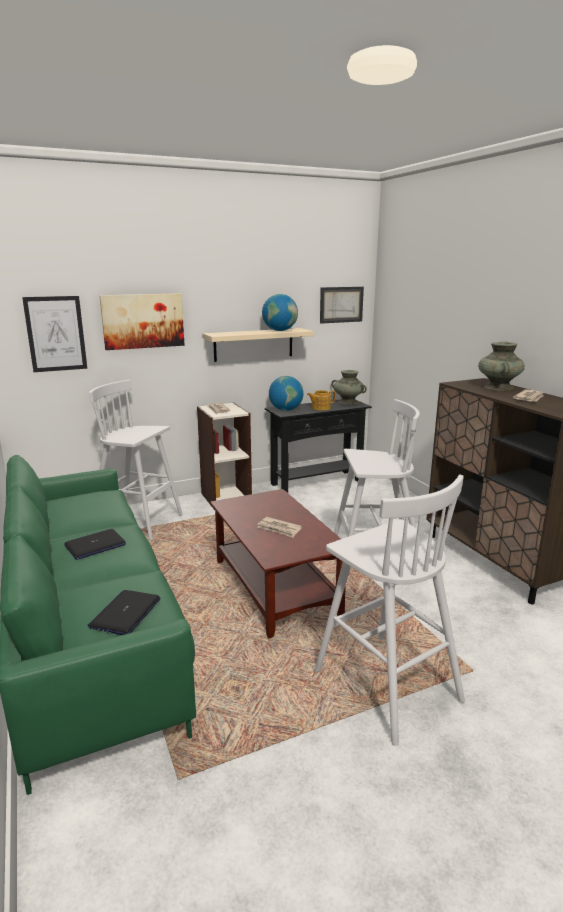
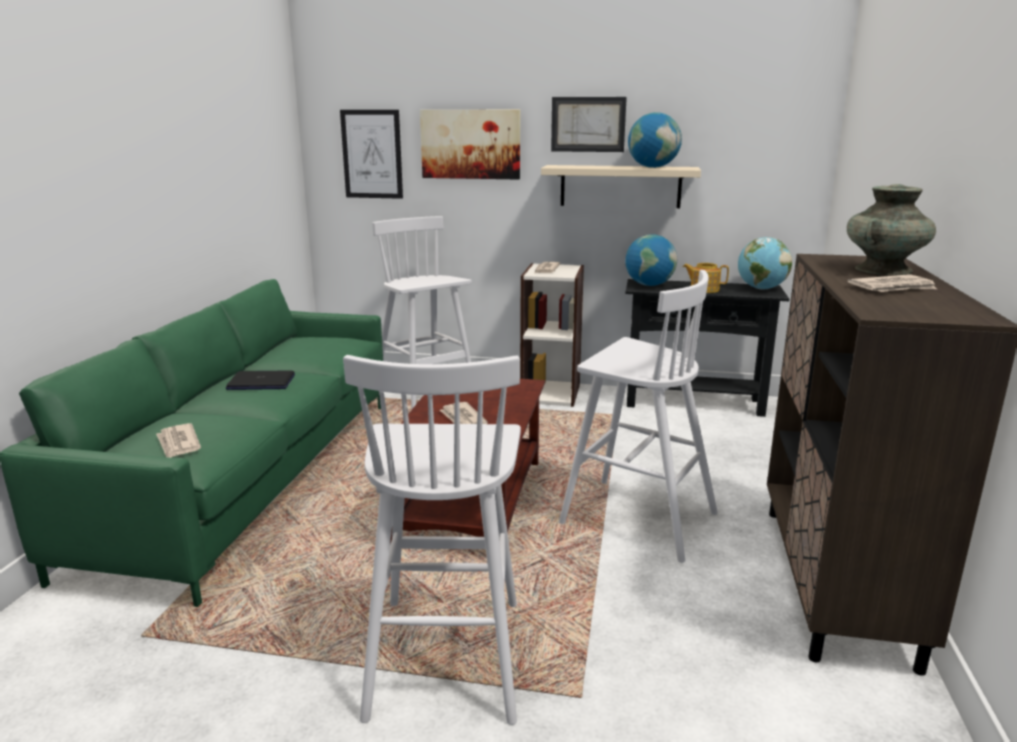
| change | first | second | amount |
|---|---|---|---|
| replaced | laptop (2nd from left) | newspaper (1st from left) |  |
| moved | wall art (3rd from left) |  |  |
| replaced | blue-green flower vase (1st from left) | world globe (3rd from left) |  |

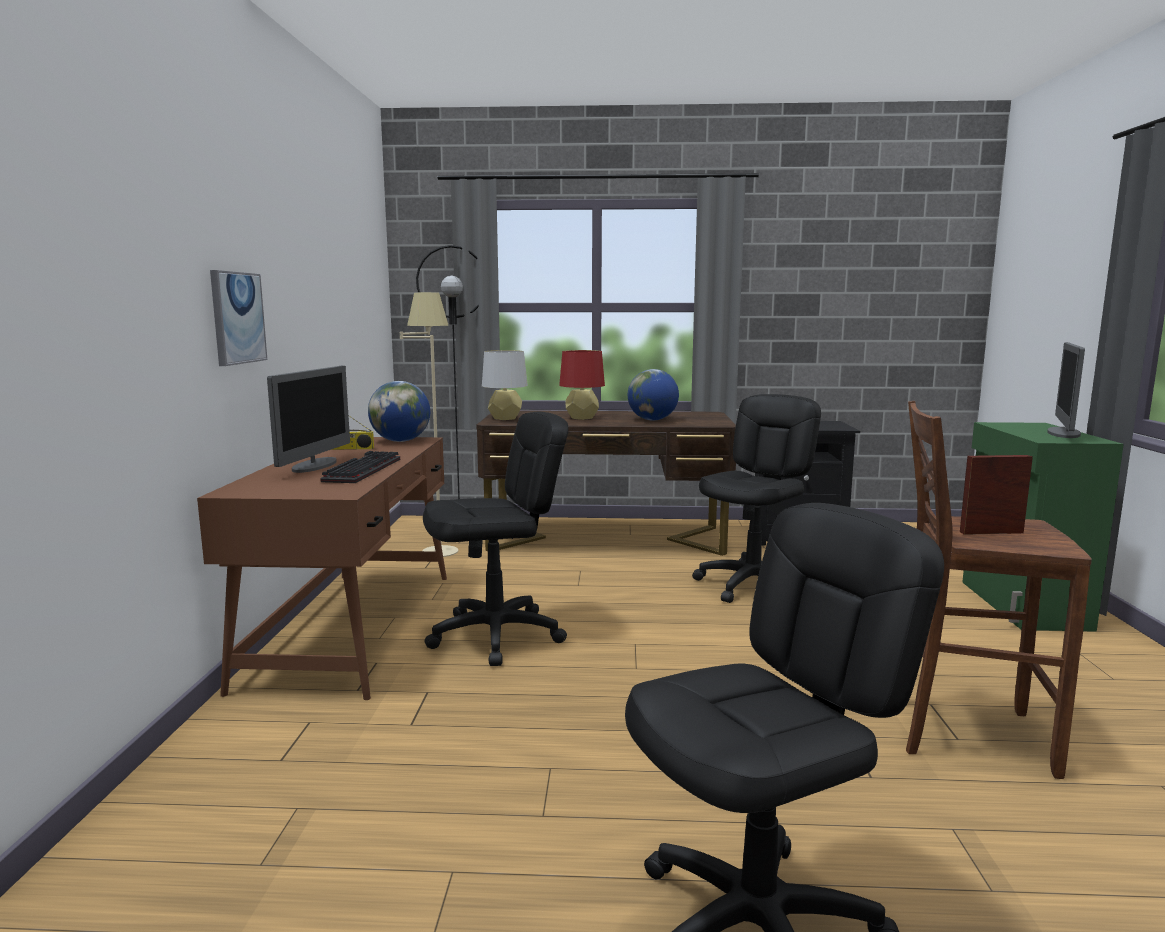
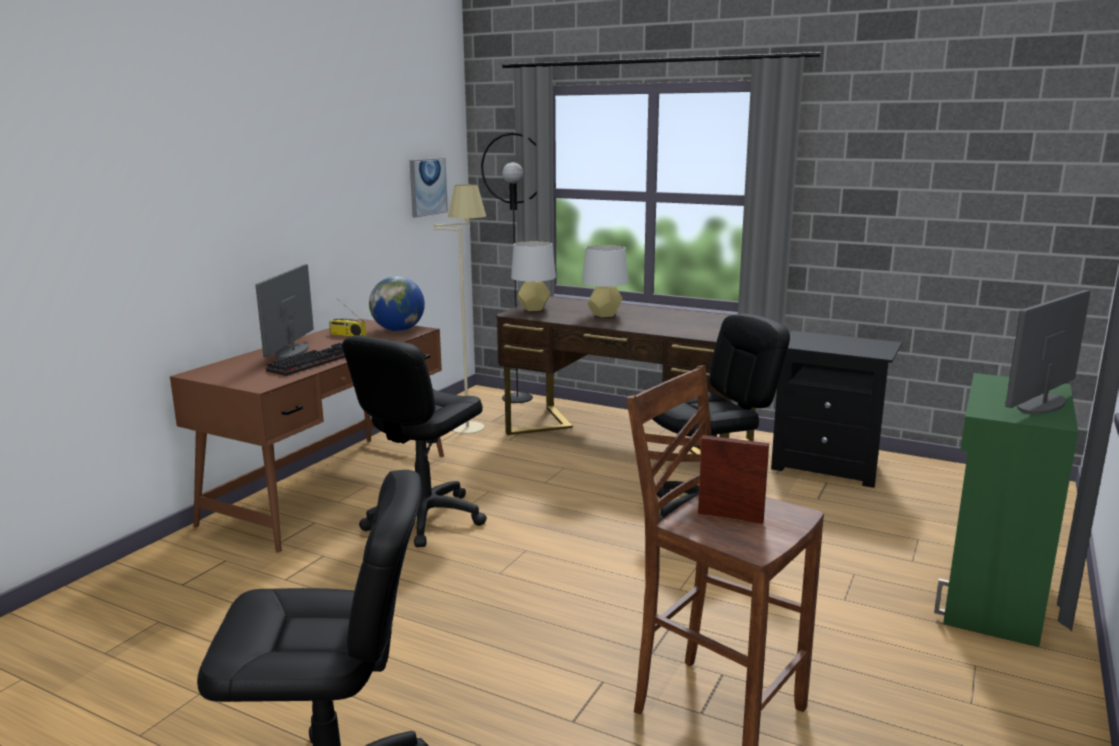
| change | first | second | amount |
|---|---|---|---|
| moved | wall art |  |  |
| turned | computer display (1st from left) |  | 150 degrees clockwise |
| turned | black-coloured office chair (1st from left in the first image) | black-coloured office chair (2nd from left) | 120 degrees clockwise |
| recoloured | reddish lamp for a table | gray lamp for a table (2nd from left) |  |
| removed | world globe (2nd from left) |  |  |

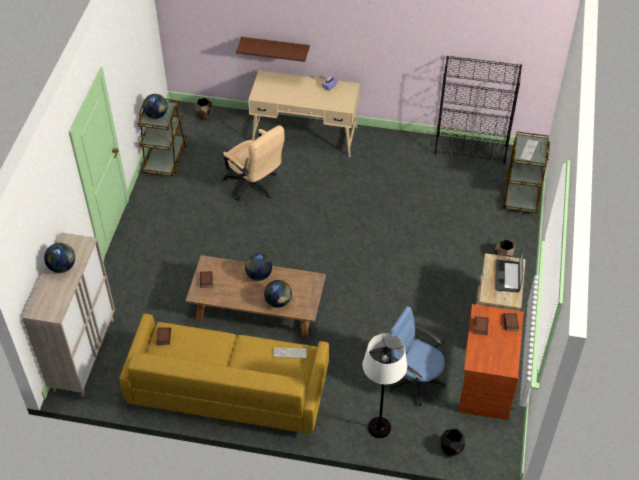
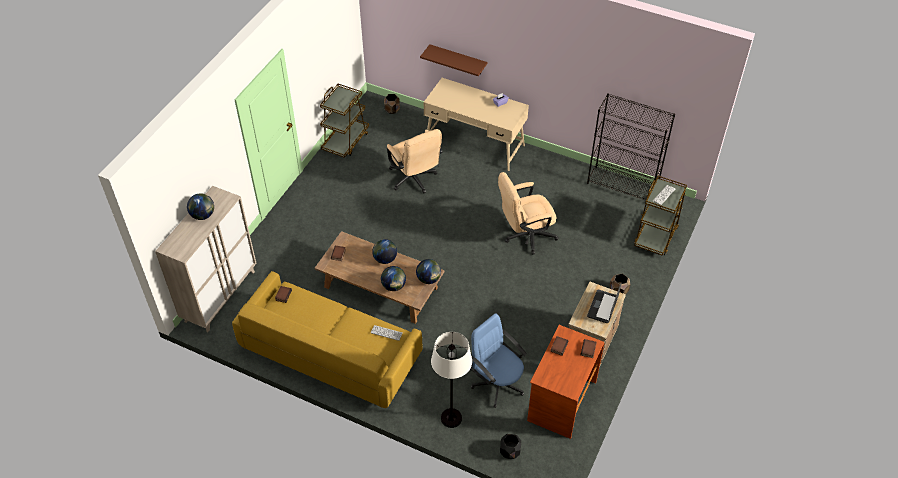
| change | first | second | amount |
|---|---|---|---|
| moved | world globe (2nd from left in the first image) | world globe (4th from left) |  |
| added |  | sand-coloured office chair (2nd from left) |  |

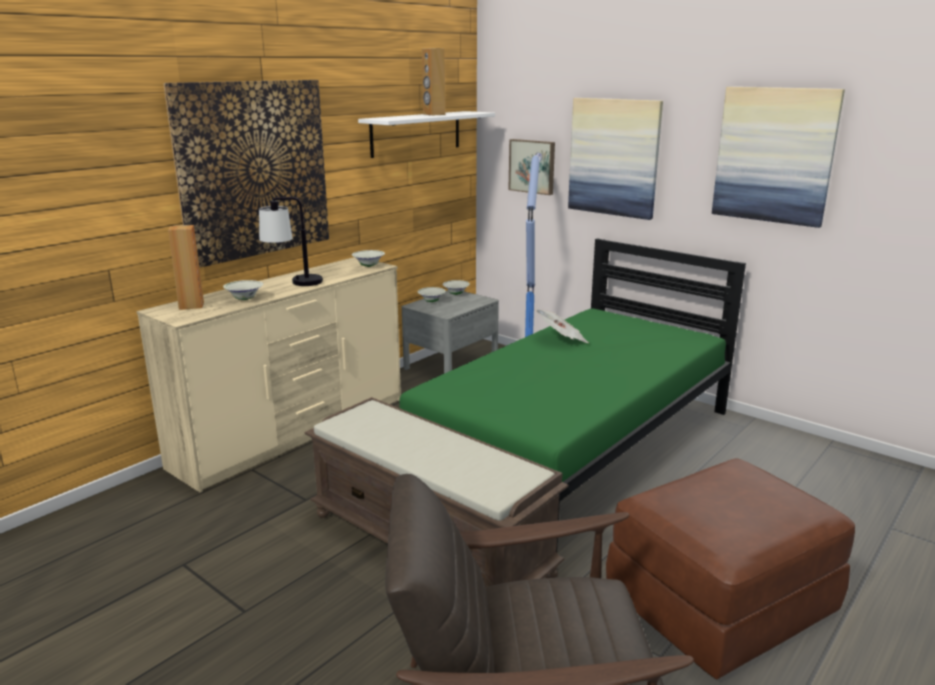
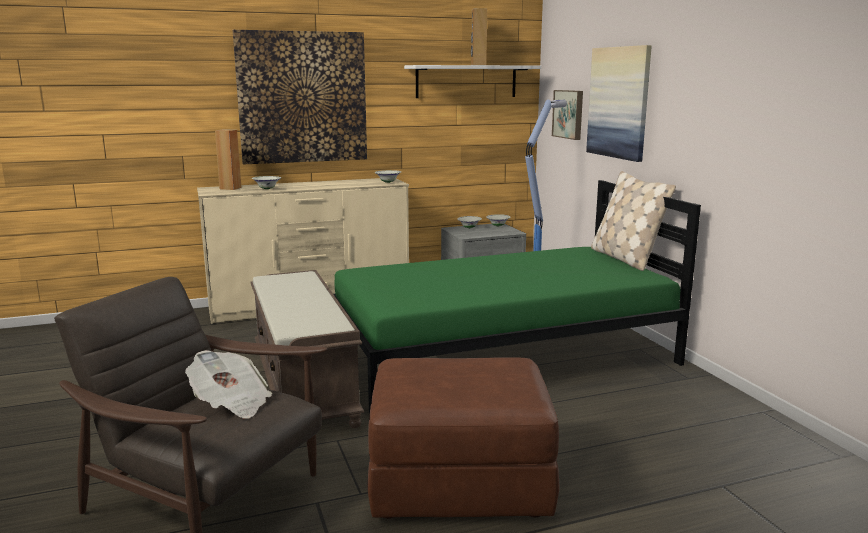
| change | first | second | amount |
|---|---|---|---|
| removed | lamp for a table |  |  |
| moved | newspaper |  |  |
| removed | wall art (4th from left) |  |  |
| added |  | sand-coloured pillow |  |

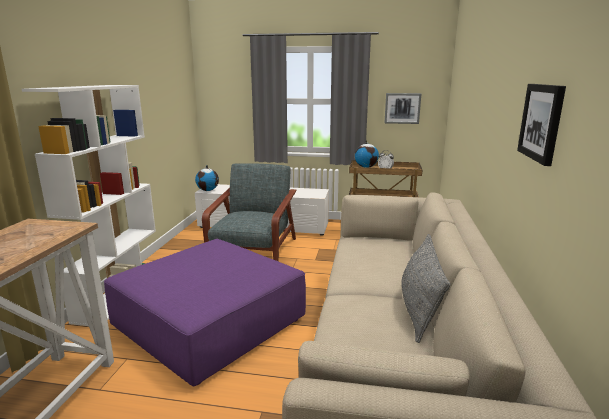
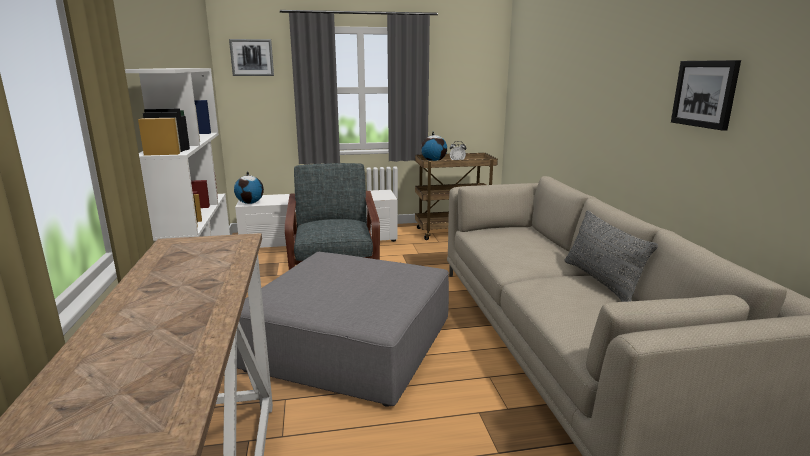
| change | first | second | amount |
|---|---|---|---|
| recoloured | purple-coloured footrest | gray footrest |  |
| moved | wall art (1st from left) |  |  |

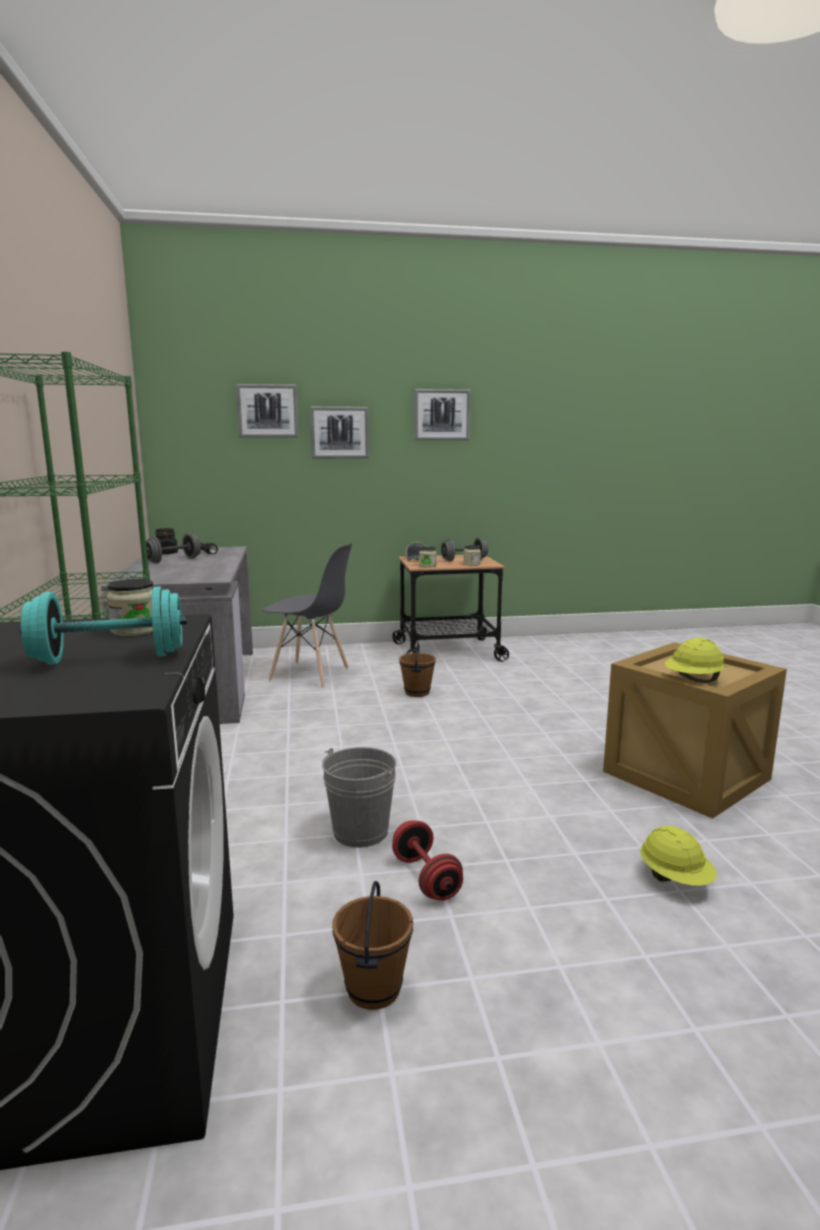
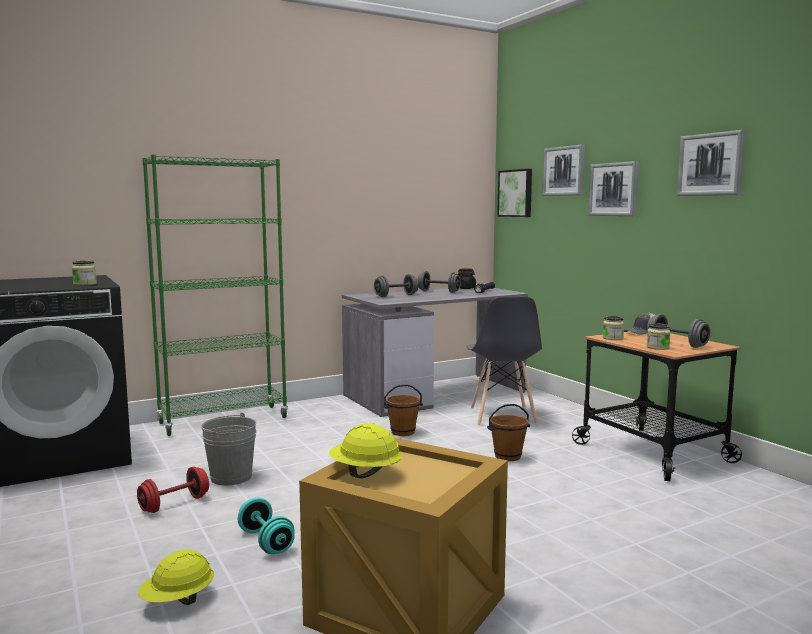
| change | first | second | amount |
|---|---|---|---|
| moved | blue-green dumbbell |  |  |
| moved | brown bucket (1st from left) |  |  |
| added |  | gray dumbbell (1st from left) |  |
| added |  | wall art (1st from left) |  |

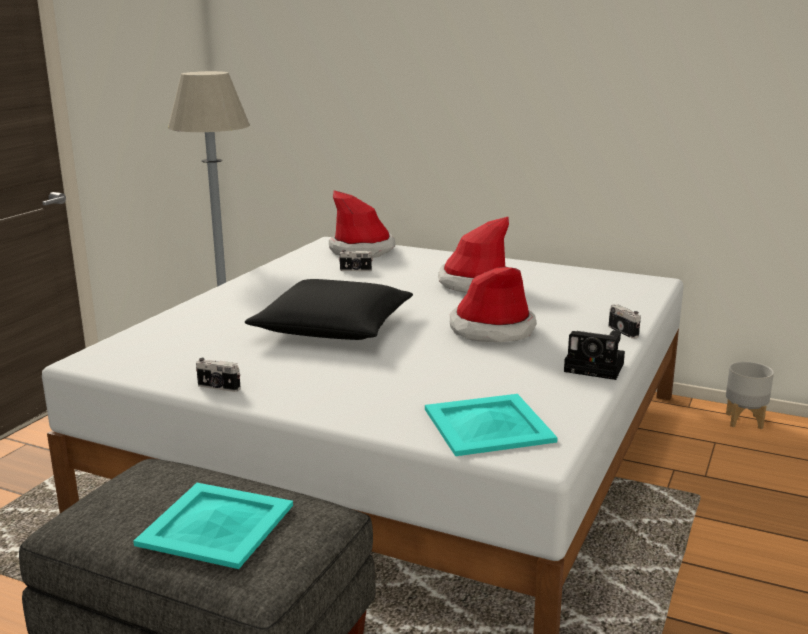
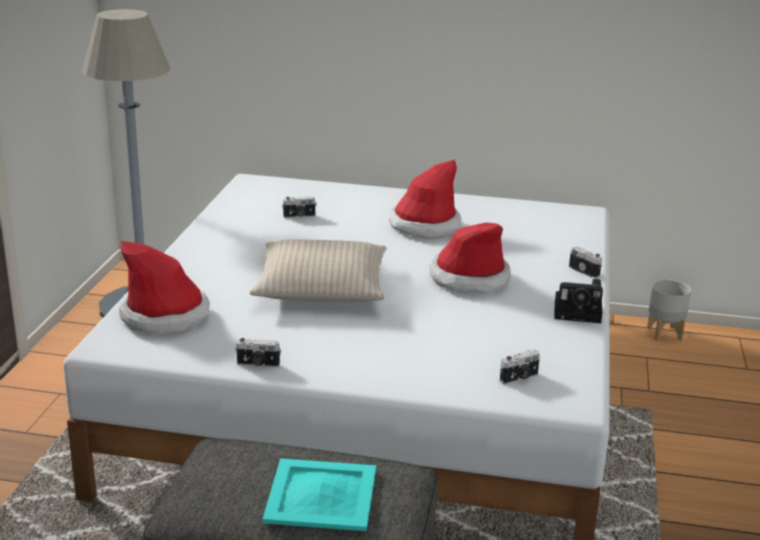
| change | first | second | amount |
|---|---|---|---|
| recoloured | black-coloured pillow | sand-coloured pillow |  |
| moved | clothing hat (1st from left) |  |  |
| replaced | blue-green carrying tray (2nd from left) | still camera (3rd from left) |  |

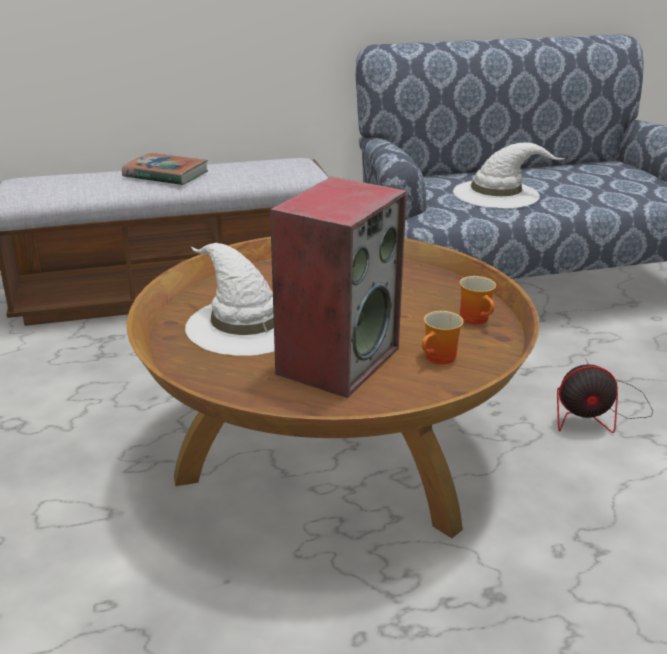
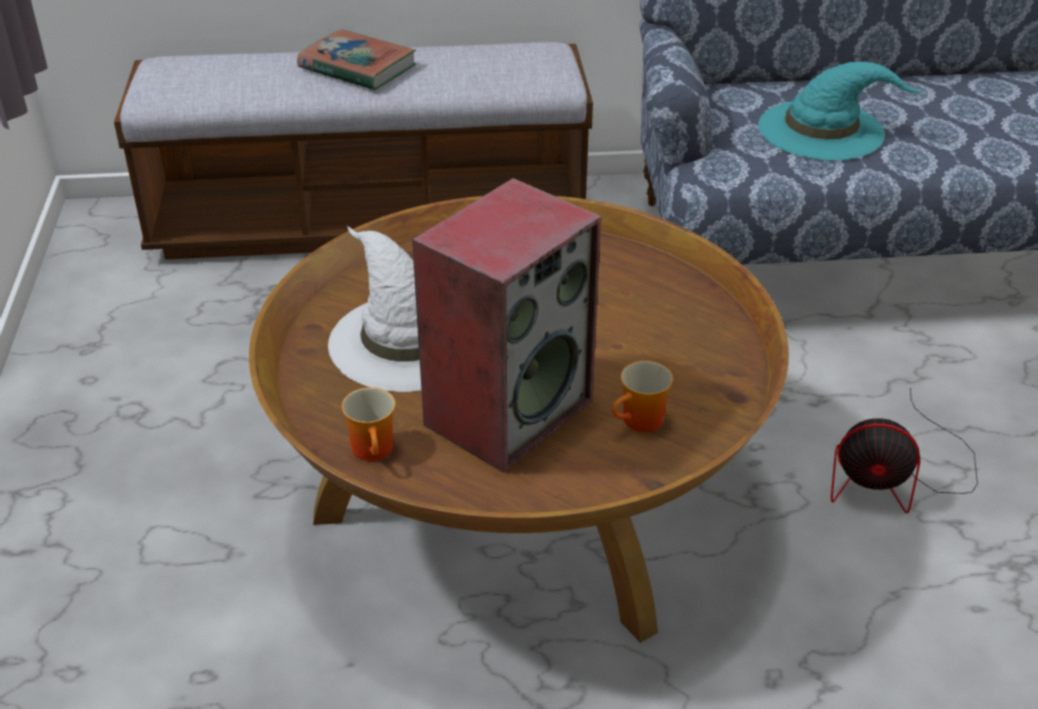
| change | first | second | amount |
|---|---|---|---|
| recoloured | white clothing hat (2nd from left) | blue-green clothing hat |  |
| moved | coffee mug (2nd from left in the first image) | coffee mug (1st from left) |  |

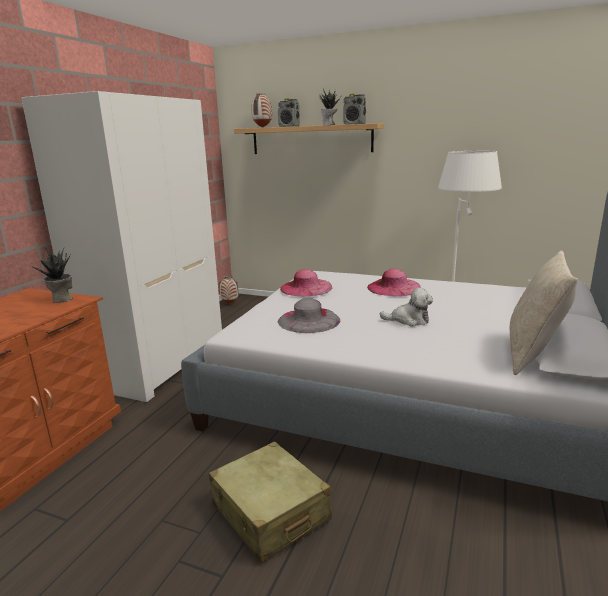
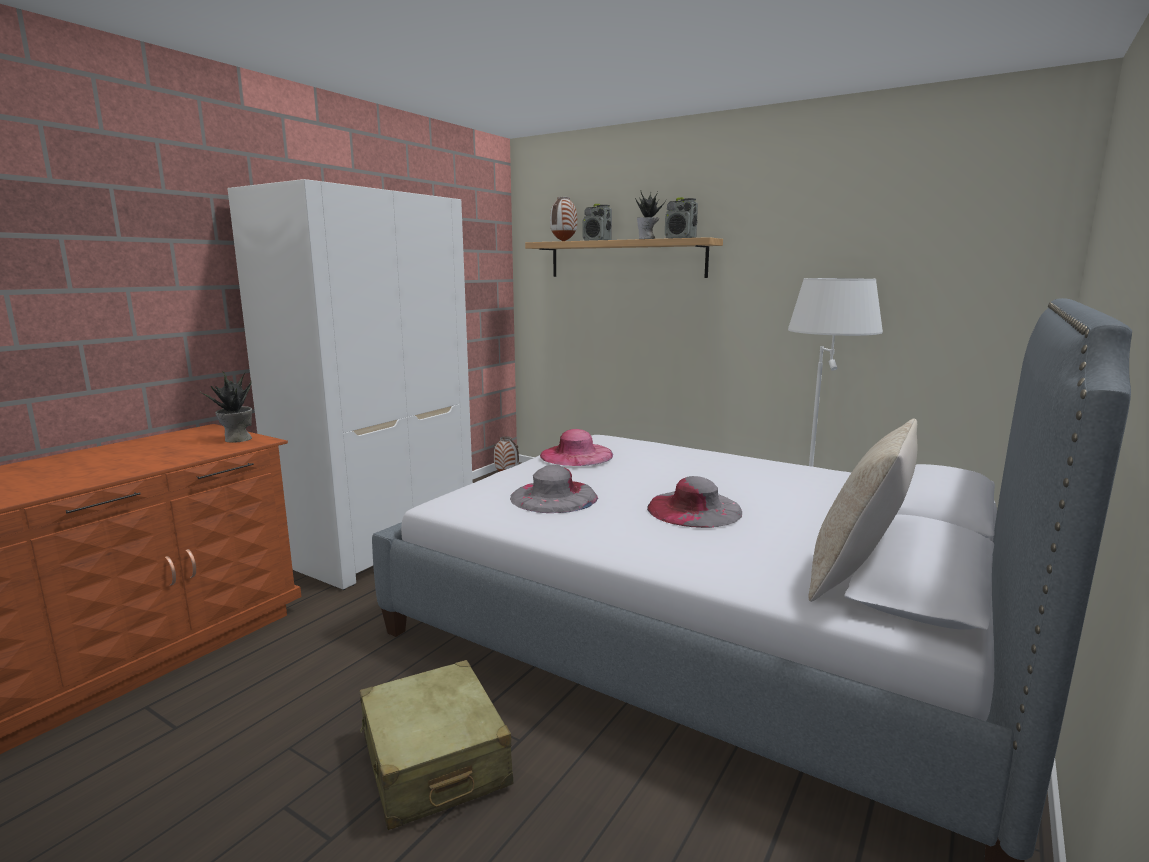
| change | first | second | amount |
|---|---|---|---|
| removed | pink-coloured clothing hat (2nd from left) |  |  |
| replaced | plush toy | gray clothing hat (2nd from left) |  |

